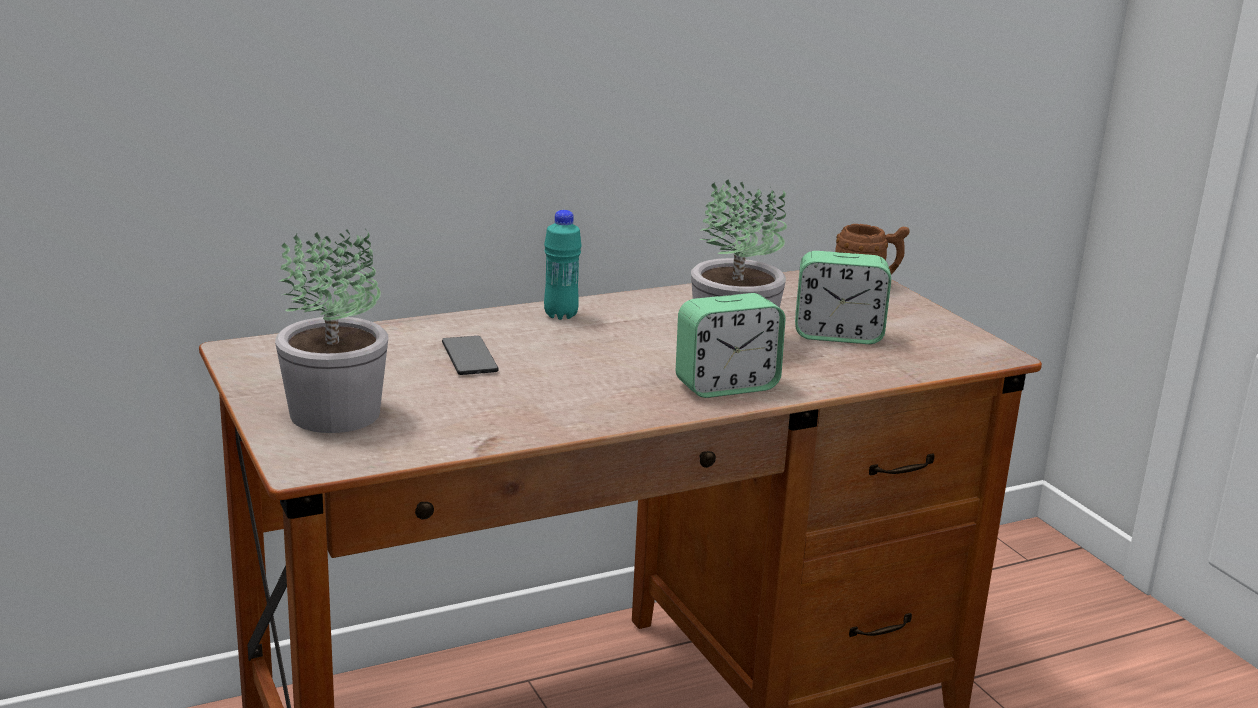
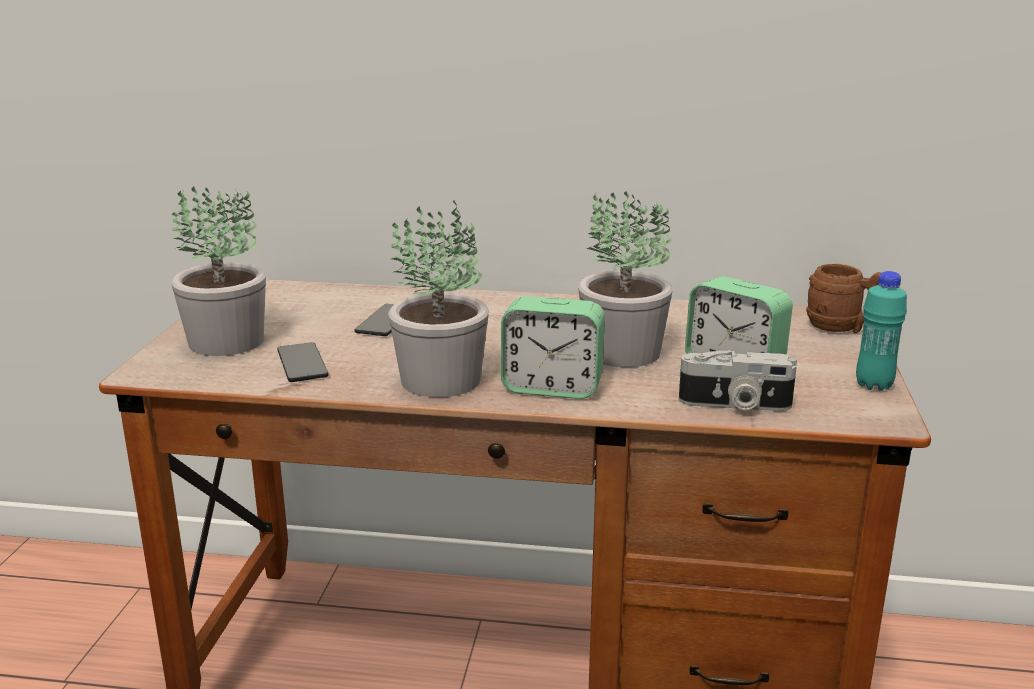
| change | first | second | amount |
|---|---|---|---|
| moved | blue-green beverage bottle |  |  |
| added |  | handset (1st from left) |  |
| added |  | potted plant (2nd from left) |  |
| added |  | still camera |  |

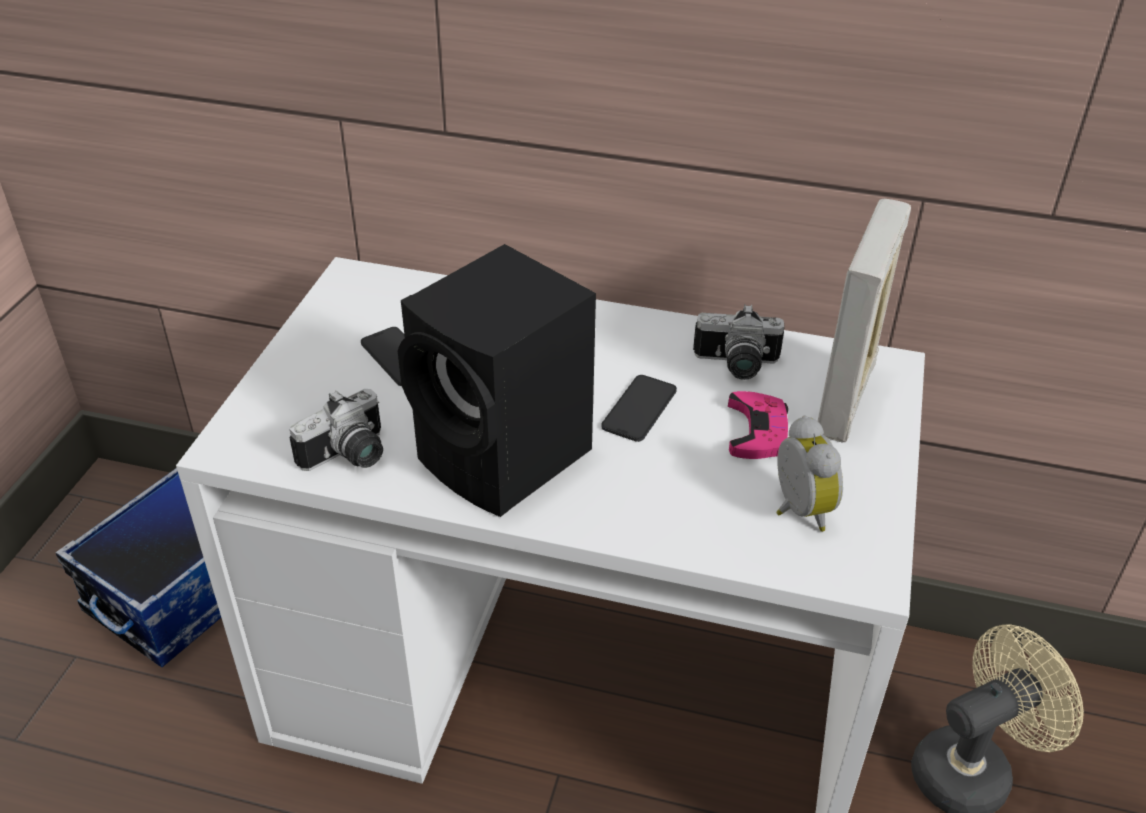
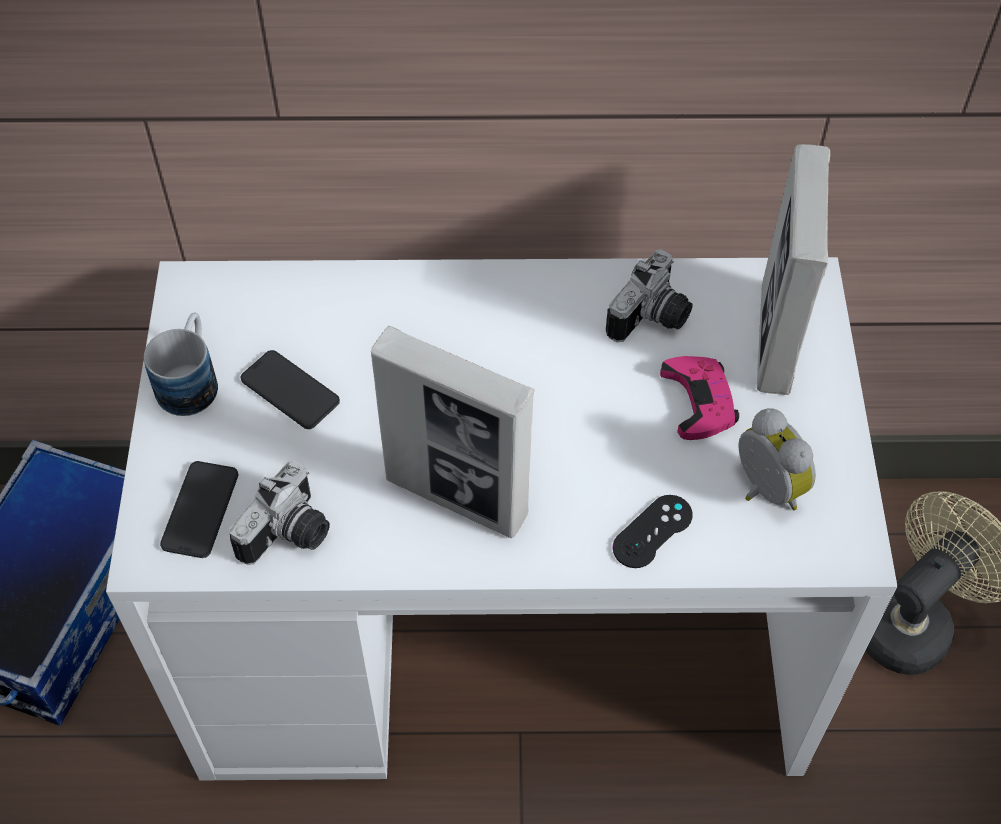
| change | first | second | amount |
|---|---|---|---|
| replaced | black-coloured loudspeaker | photo frame (1st from left) |  |
| moved | handset (2nd from left in the first image) | handset (1st from left) |  |
| turned | still camera (2nd from left) |  | 45 degrees counterclockwise |
| added |  | coffee mug |  |
| added |  | black-coloured joypad |  |

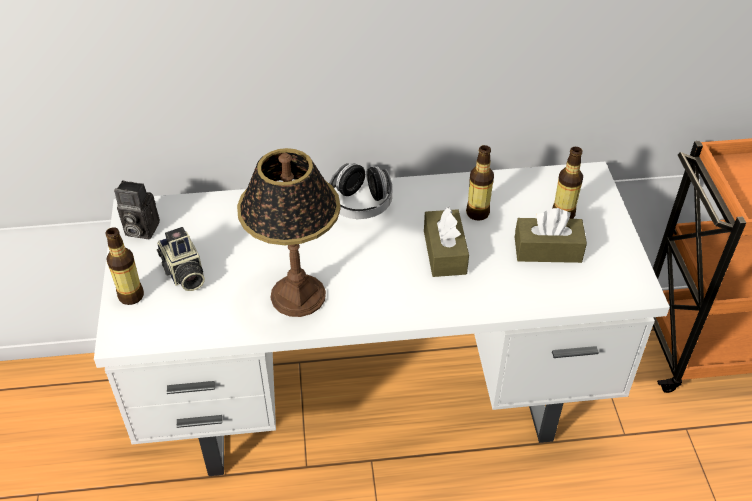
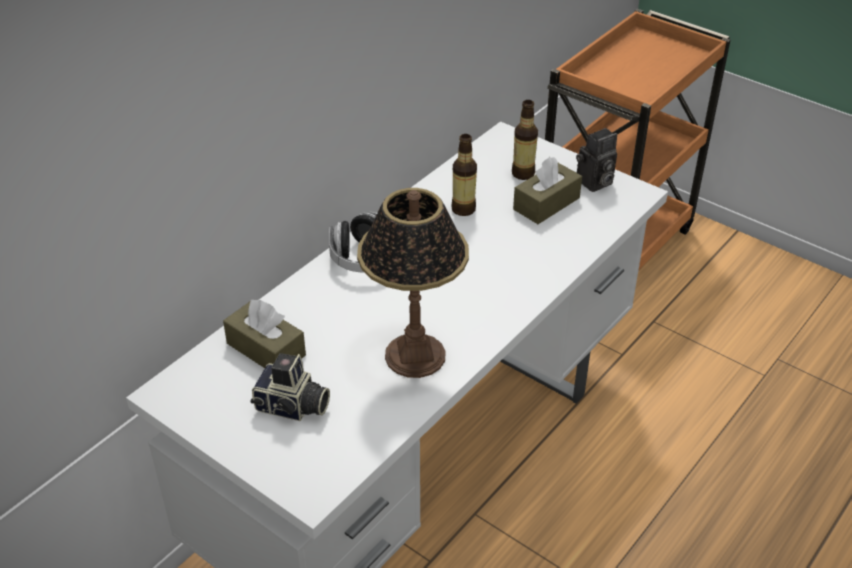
| change | first | second | amount |
|---|---|---|---|
| removed | beverage bottle (1st from left) |  |  |
| moved | still camera (1st from left in the first image) | still camera (2nd from left) |  |
| moved | brown tissue box (1st from left) |  |  |

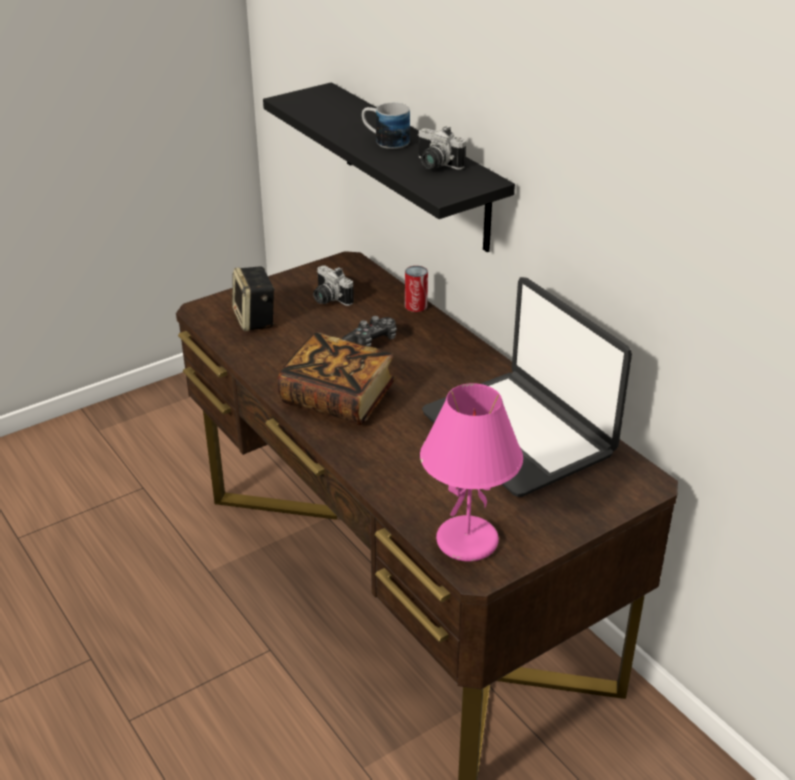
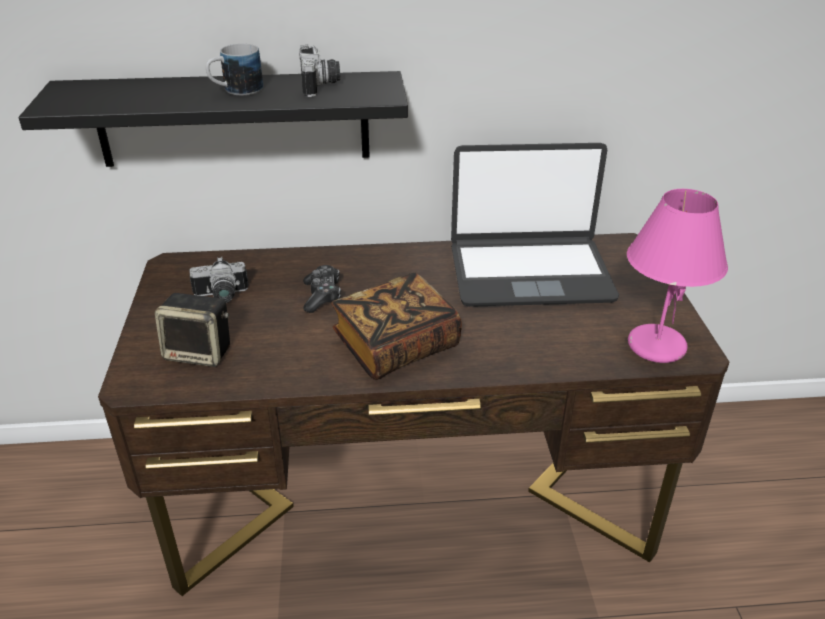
| change | first | second | amount |
|---|---|---|---|
| removed | metal can |  |  |
| turned | still camera (2nd from left) |  | 75 degrees counterclockwise |

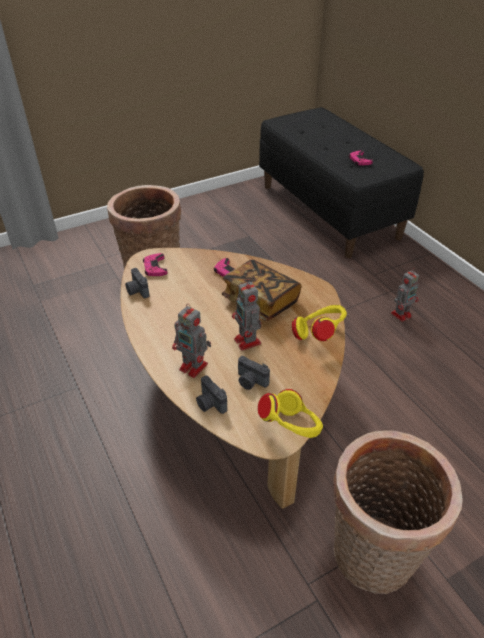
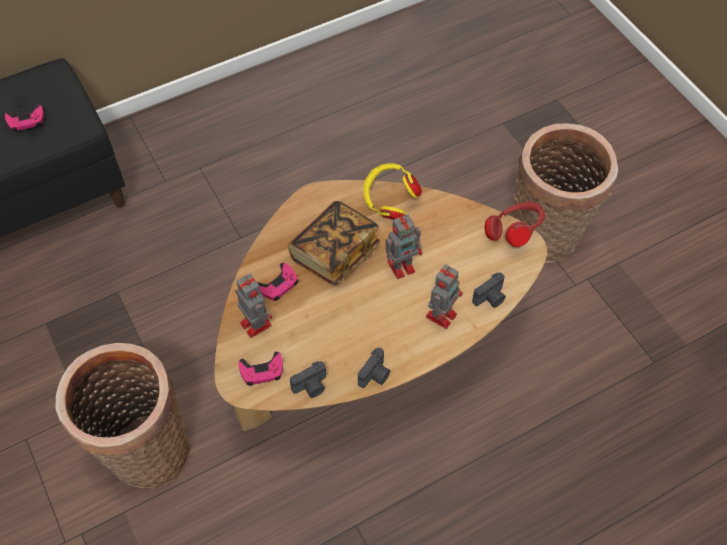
| change | first | second | amount |
|---|---|---|---|
| moved | still camera (3rd from left in the first image) | still camera (2nd from left) |  |
| recoloured | yellow-coloured headset (1st from left) | reddish headset |  |
| moved | robot figure (3rd from left in the first image) | robot figure (1st from left) |  |

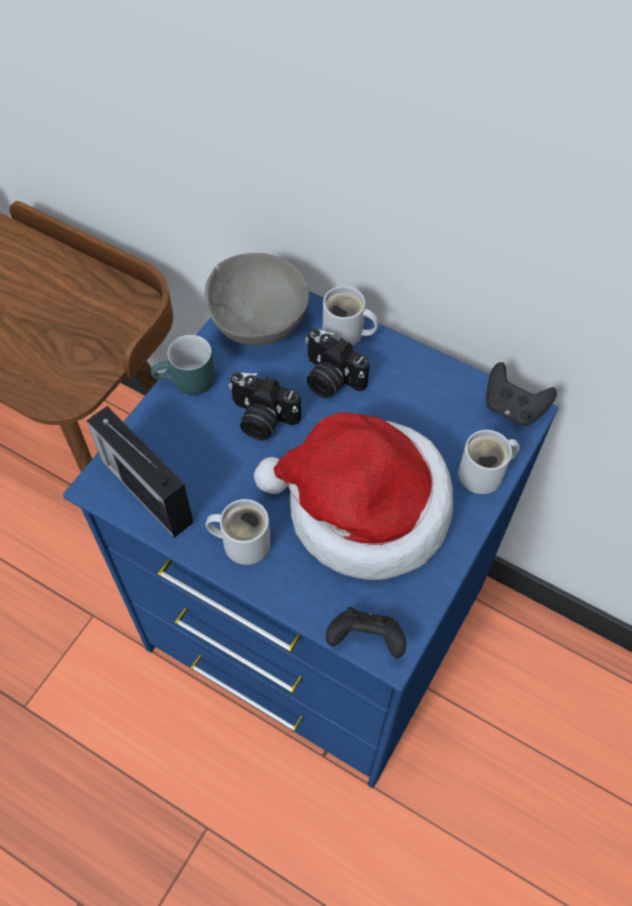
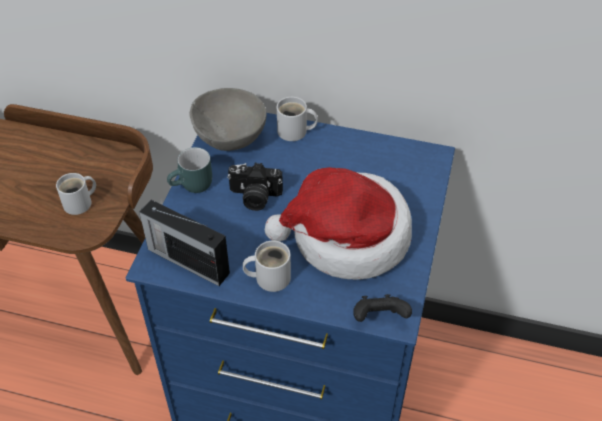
| change | first | second | amount |
|---|---|---|---|
| removed | still camera (2nd from left) |  |  |
| moved | white coffee mug (3rd from left in the first image) | white coffee mug (1st from left) |  |
| removed | black-coloured joypad (2nd from left) |  |  |

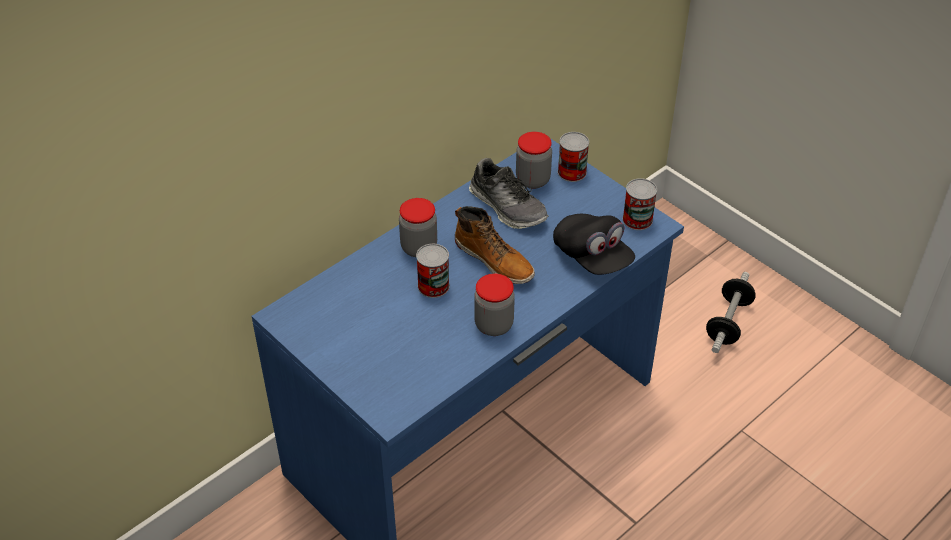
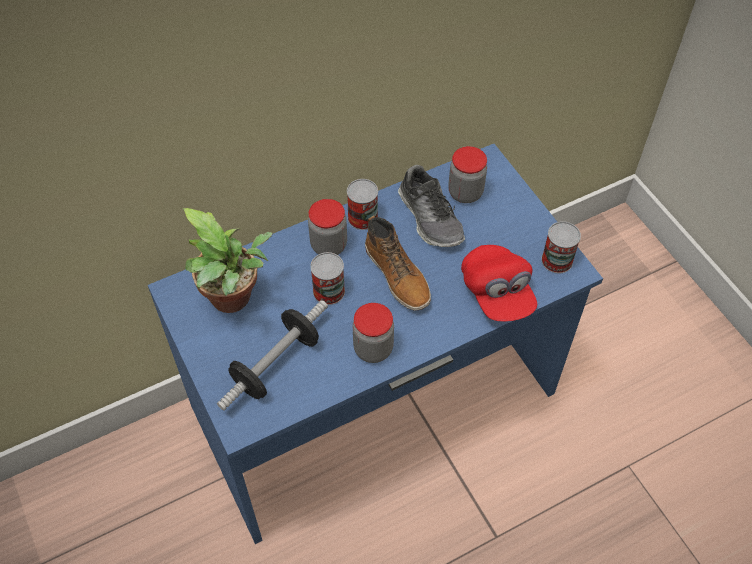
| change | first | second | amount |
|---|---|---|---|
| recoloured | black-coloured baseball cap | reddish baseball cap |  |
| moved | metal can (2nd from left) |  |  |
| moved | dumbbell |  |  |
| added |  | potted plant |  |

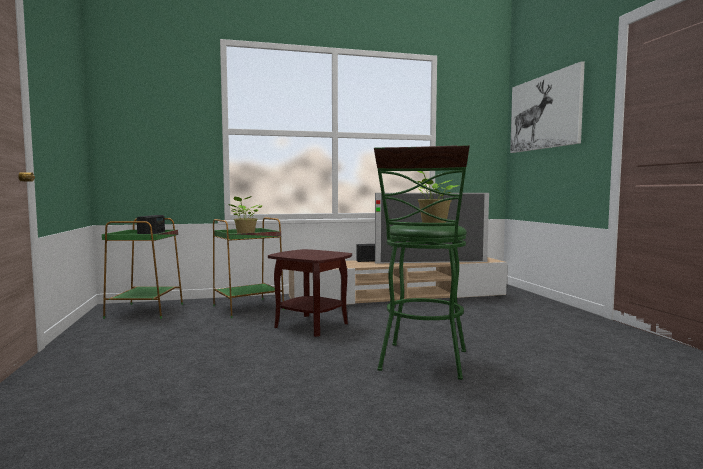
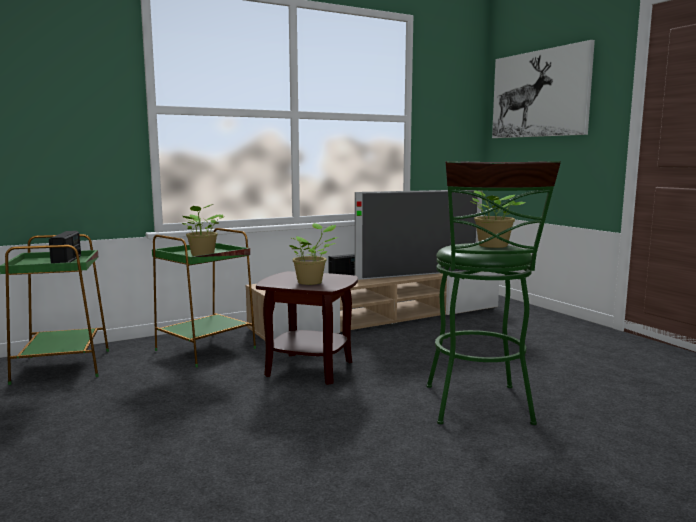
| change | first | second | amount |
|---|---|---|---|
| added |  | potted plant (2nd from left) |  |

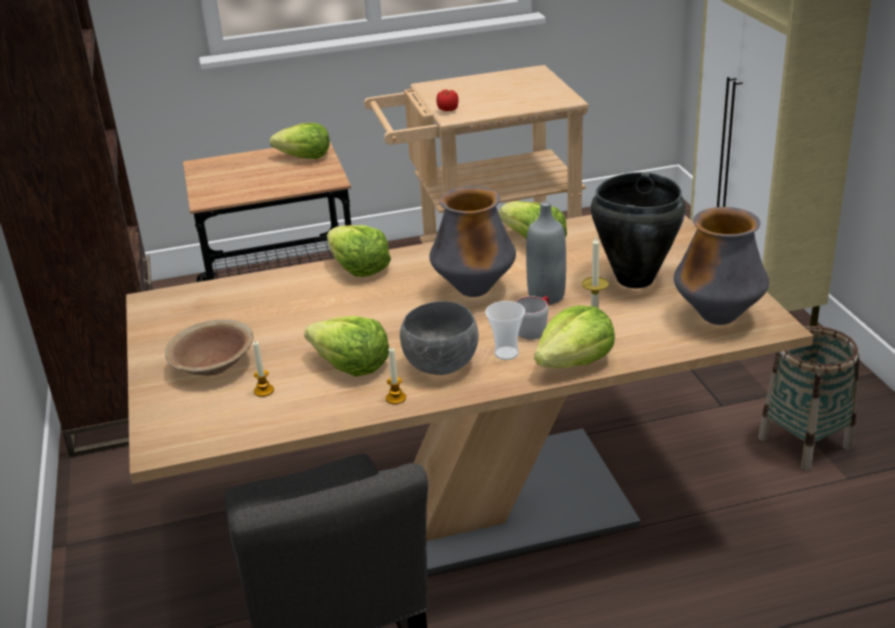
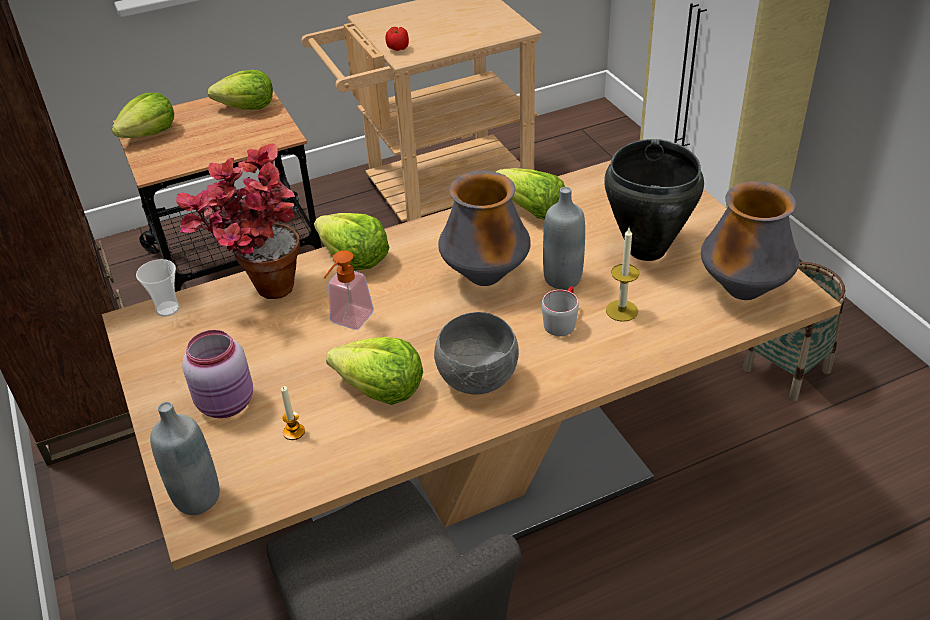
| change | first | second | amount |
|---|---|---|---|
| replaced | brown bowl | pink-coloured preserve jar |  |
| removed | wax light (2nd from left) |  |  |
| moved | cup |  |  |
| moved | lettuce head (5th from left in the first image) | lettuce head (1st from left) |  |
| added |  | gray beverage bottle (1st from left) |  |
| added |  | potted plant |  |
| added |  | soap bottle |  |

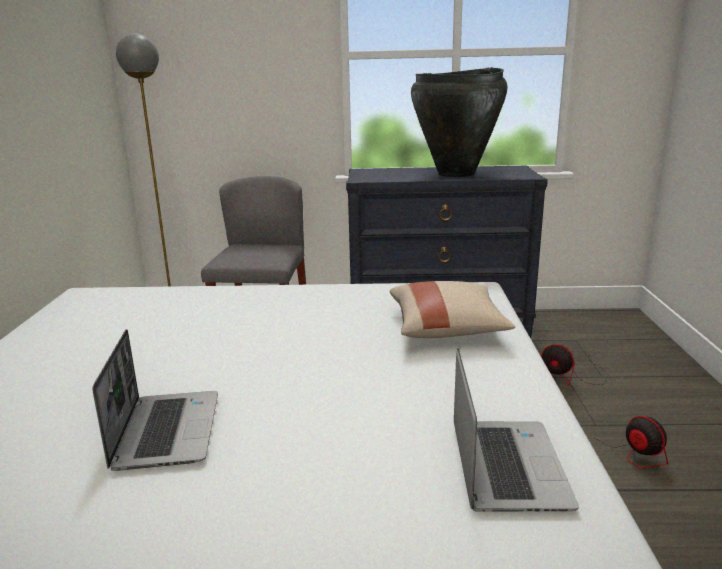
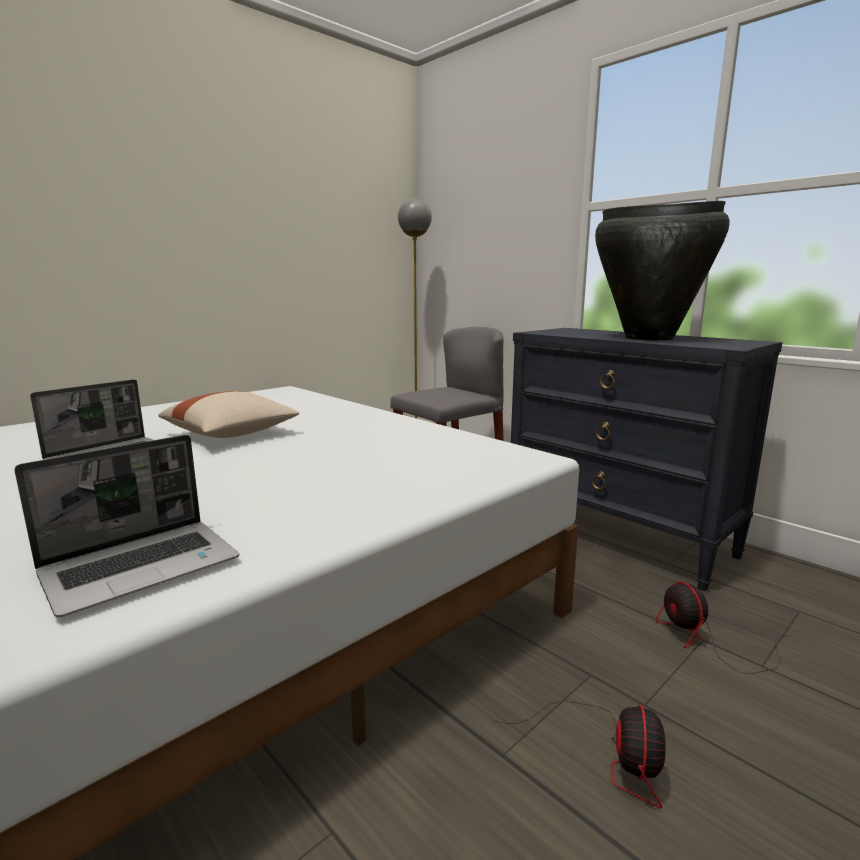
| change | first | second | amount |
|---|---|---|---|
| moved | sand-coloured pillow |  |  |

